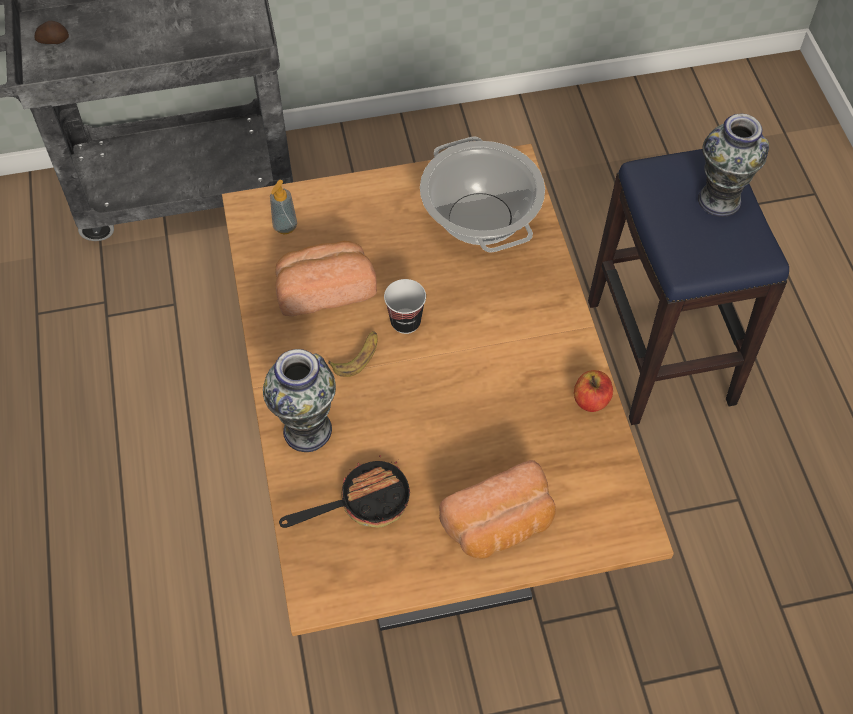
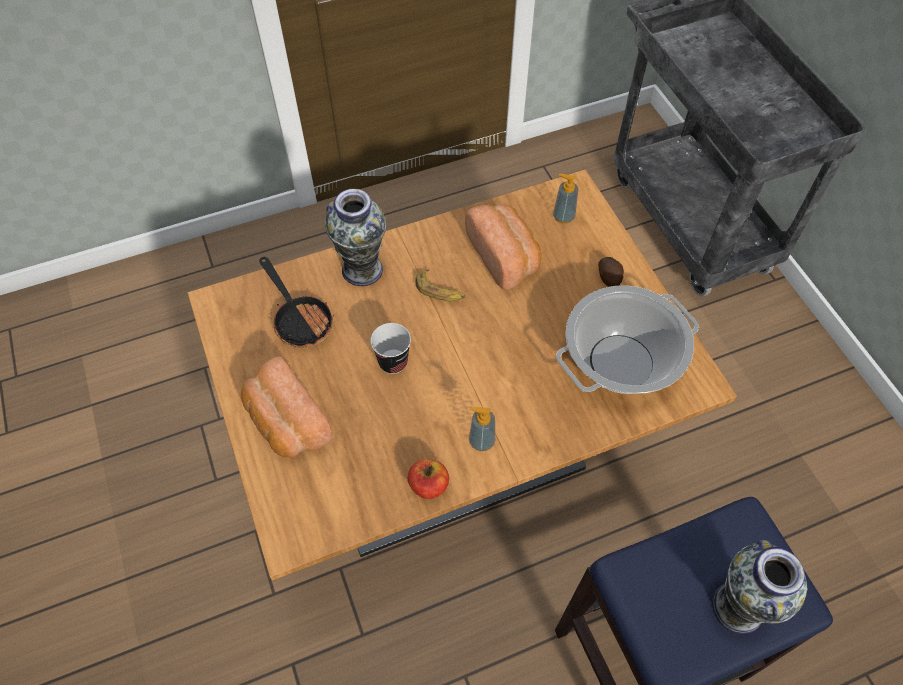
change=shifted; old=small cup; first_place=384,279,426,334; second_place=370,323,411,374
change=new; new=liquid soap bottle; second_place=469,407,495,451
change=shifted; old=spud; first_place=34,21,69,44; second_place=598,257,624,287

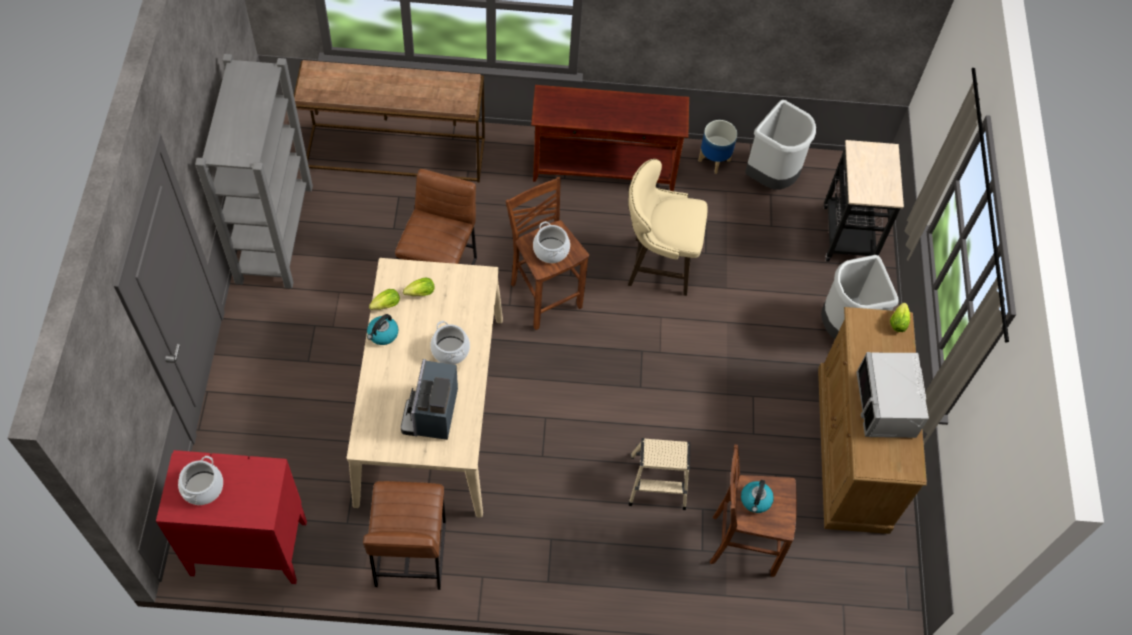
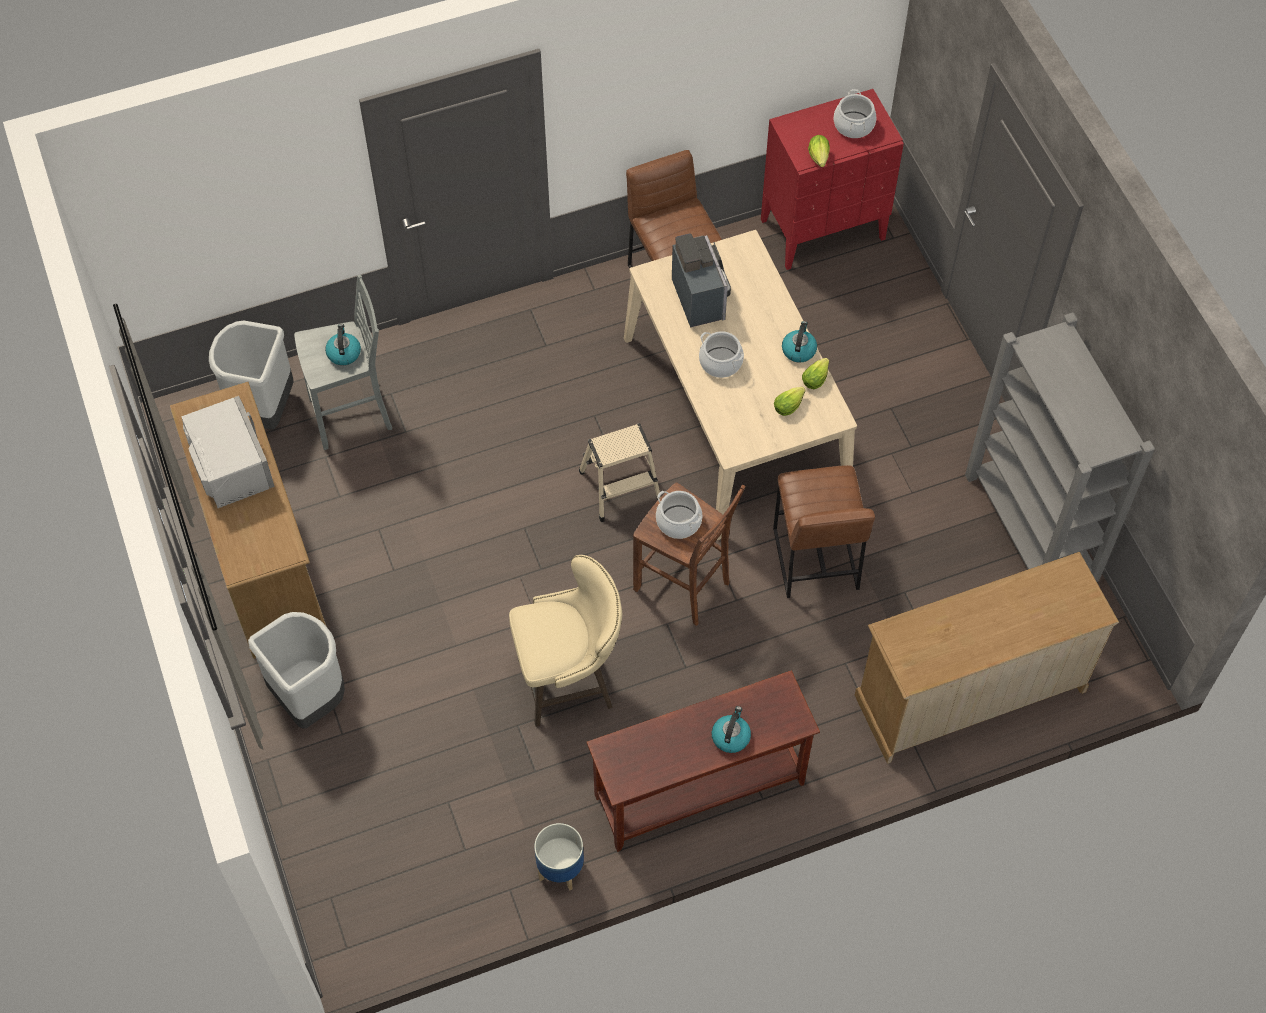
change=shifted; old=rubbish bin (greyish); first_place=745,100,816,190; second_place=209,320,294,430
change=repainted; old=sitting stool (brown-coloured); new=sitting stool (greyish); first_place=710,444,797,577; second_place=294,274,392,450
change=shifted; old=stepladder (beige-coloured); first_place=629,438,690,510; second_place=579,423,661,522
change=new; new=tea kettle; second_place=711,706,751,753
change=shifted; old=lettuce; first_place=890,303,910,332; second_place=808,135,830,167
change=swapped; old=narrow table (brown-coloured); new=storage cabinet (brown-coloured); first_place=294,60,485,182; second_place=855,552,1119,764
change=gone; old=trolley; first_place=824,140,904,262

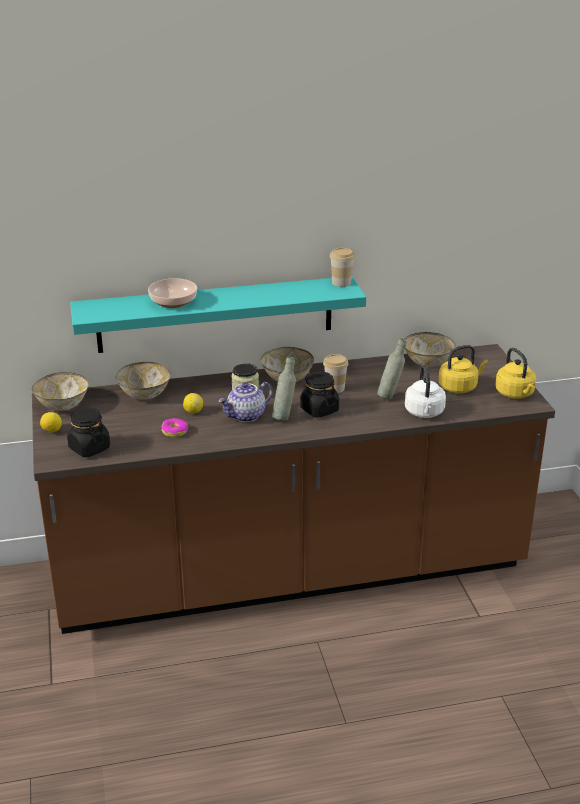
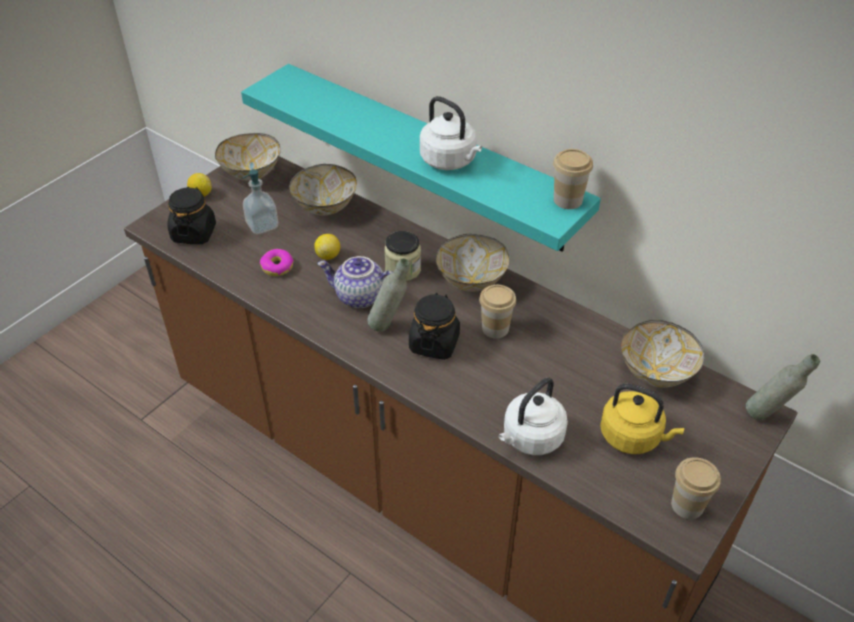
change=new; new=liquid soap bottle; second_place=243,169,278,235
change=new; new=tea kettle (whitish); second_place=420,96,482,170
change=swapped; old=tea kettle (yellowish); new=small cup; first_place=495,348,536,399; second_place=671,457,721,519
change=shifted; old=bottle (greyish); first_place=377,338,407,400; second_place=746,354,820,421
change=gone; old=deep dish; first_place=148,278,197,308

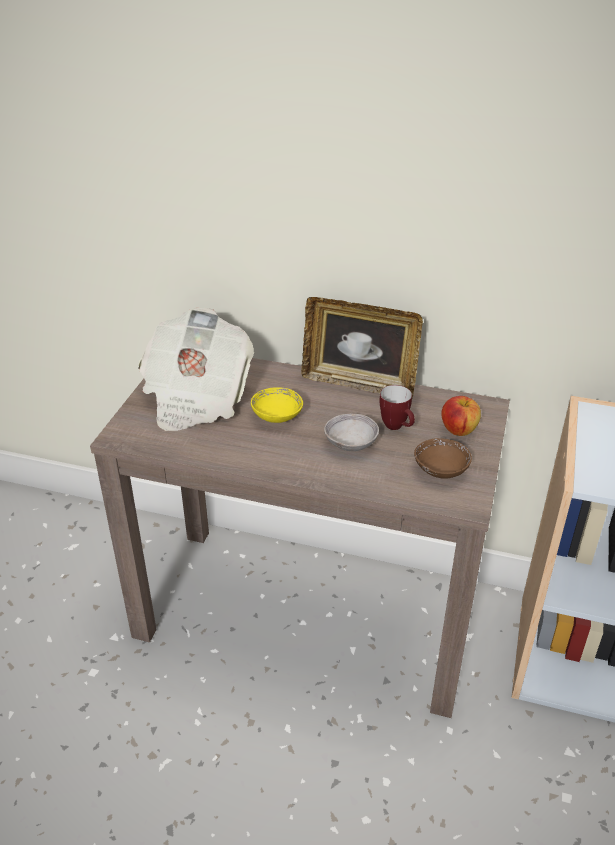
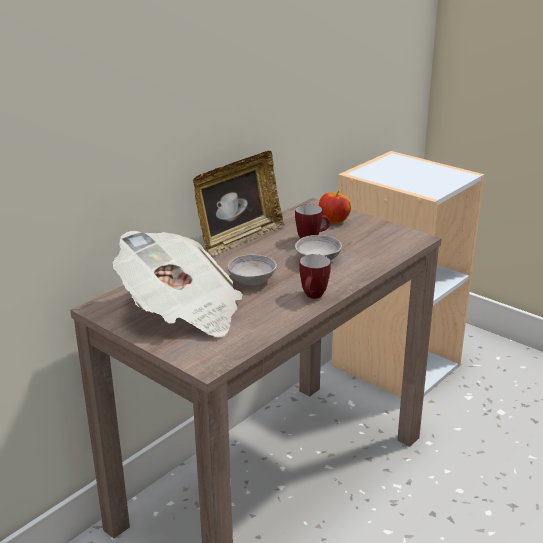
change=repainted; old=deep dish (yellowish); new=deep dish (greyish); first_place=251,387,303,423; second_place=227,255,277,285
change=new; new=coffee mug; second_place=299,254,331,299
change=gone; old=deep dish (brown-coloured); first_place=414,438,472,479

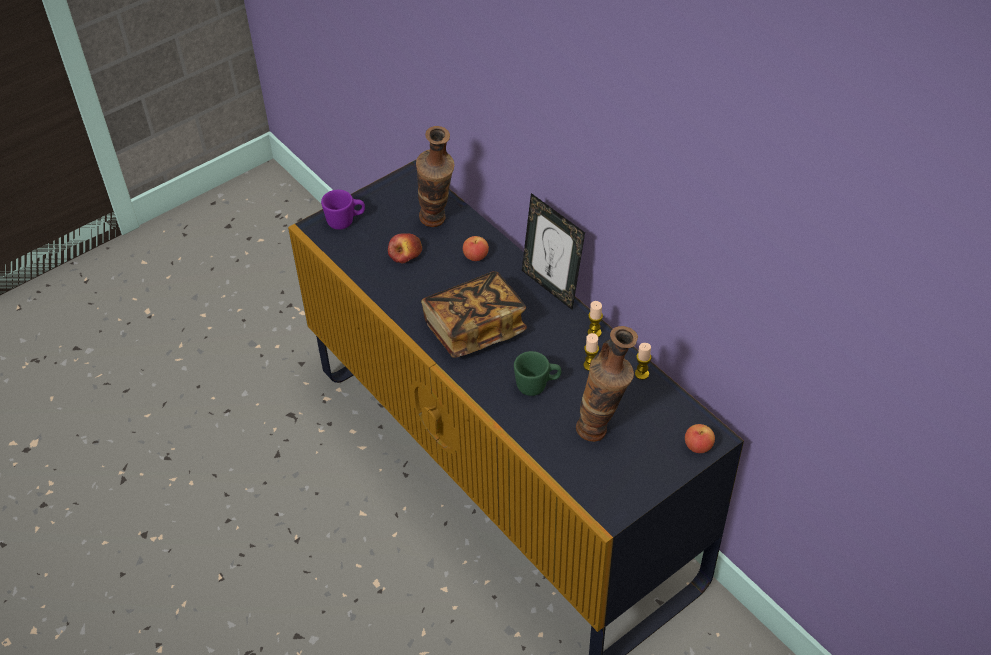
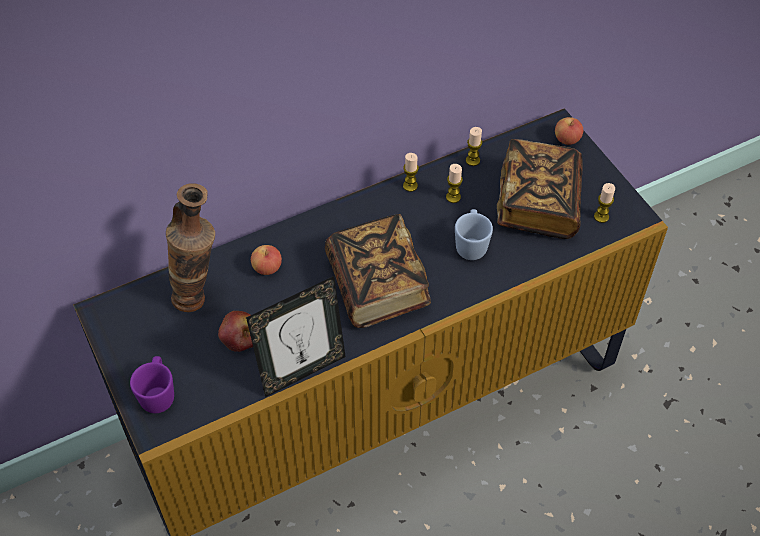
change=shifted; old=standing frame; first_place=522,193,585,310; second_place=246,276,346,397
change=repainted; old=coffee mug (green); new=coffee mug (bluish); first_place=514,351,561,396; second_place=455,209,493,260
change=swapped; old=decorative vase; new=bound book; first_place=576,326,638,442; second_place=497,139,583,239
change=new; new=wax candle; second_place=594,183,615,223

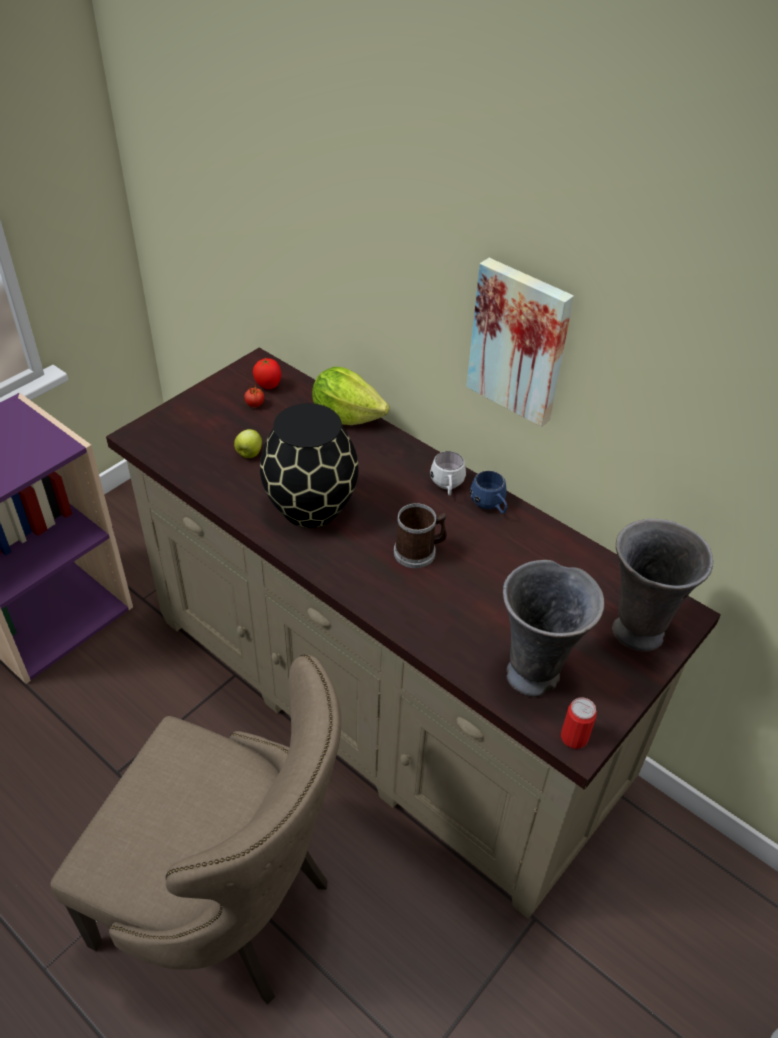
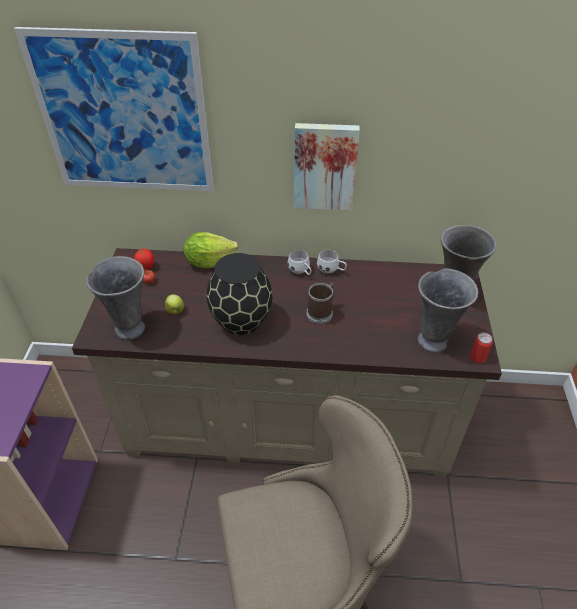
change=new; new=wall picture; second_place=14,27,214,191
change=new; new=decorative vase (greyish); second_place=86,256,145,340
change=repainted; old=coffee mug (bluish); new=coffee mug (whitish); first_place=470,470,507,514; second_place=317,250,347,274

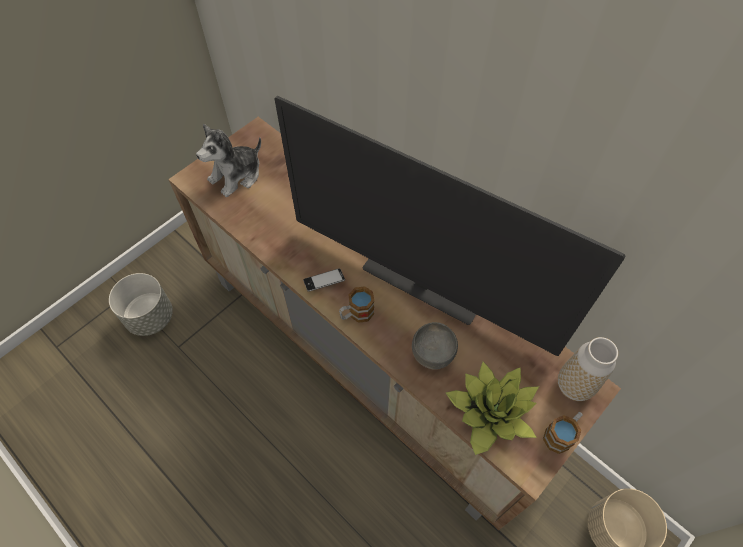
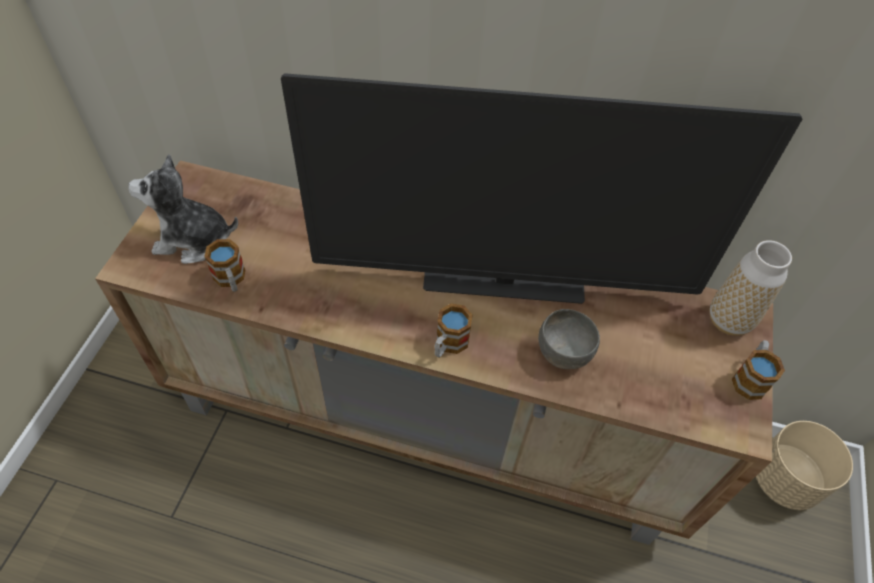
change=rotated; old=cuddly toy; first_place=196,124,261,197; second_place=129,154,238,264; degrees=75
change=new; new=coffee mug; second_place=204,239,245,292
change=gone; old=plant pot (greyish); first_place=109,273,173,336
change=gone; old=phone; first_place=303,268,345,292
change=gone; old=houseplant; first_place=446,362,539,455

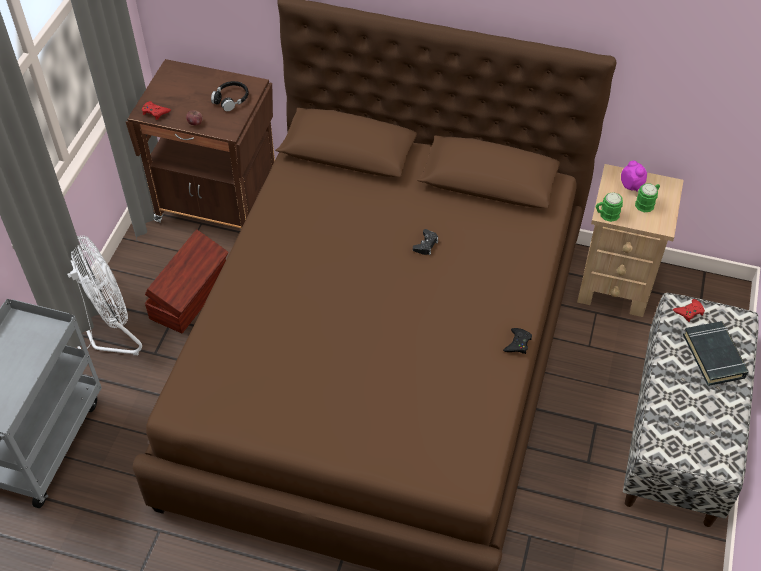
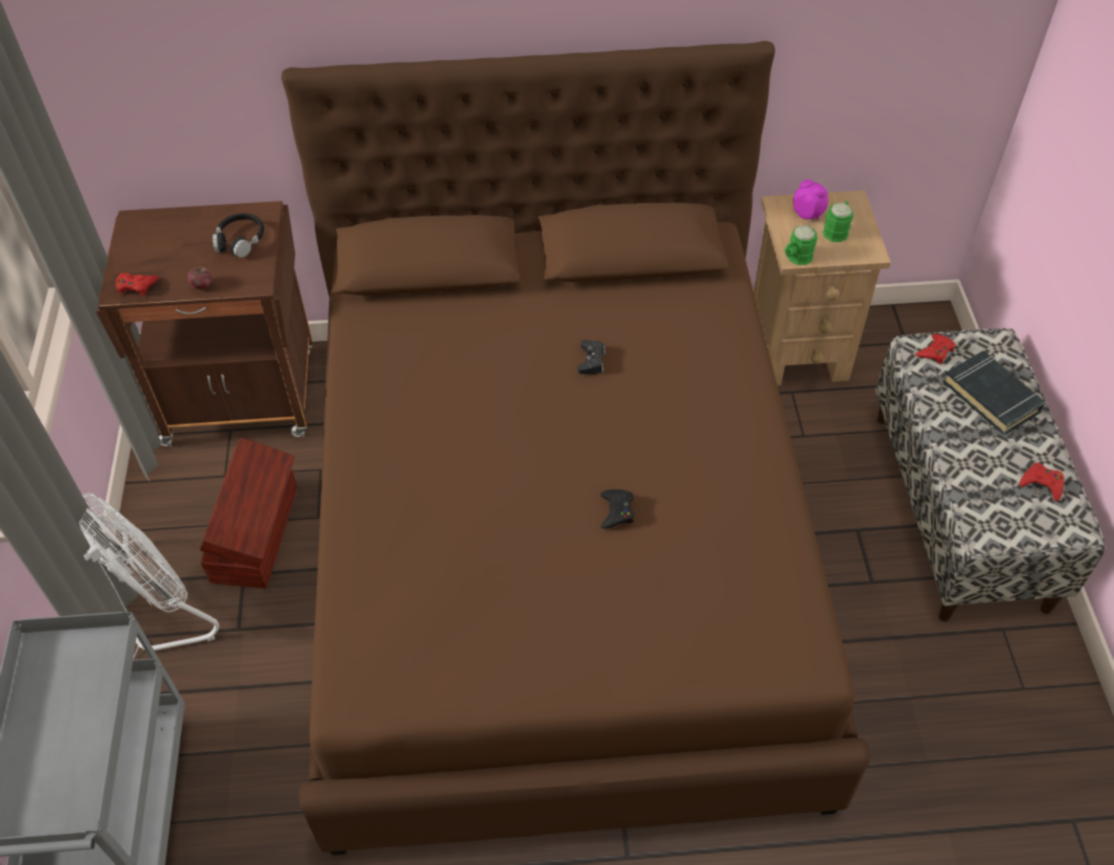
change=shifted; old=joypad (black); first_place=503,328,532,354; second_place=600,489,634,529
change=new; new=joypad (red); second_place=1020,463,1064,502

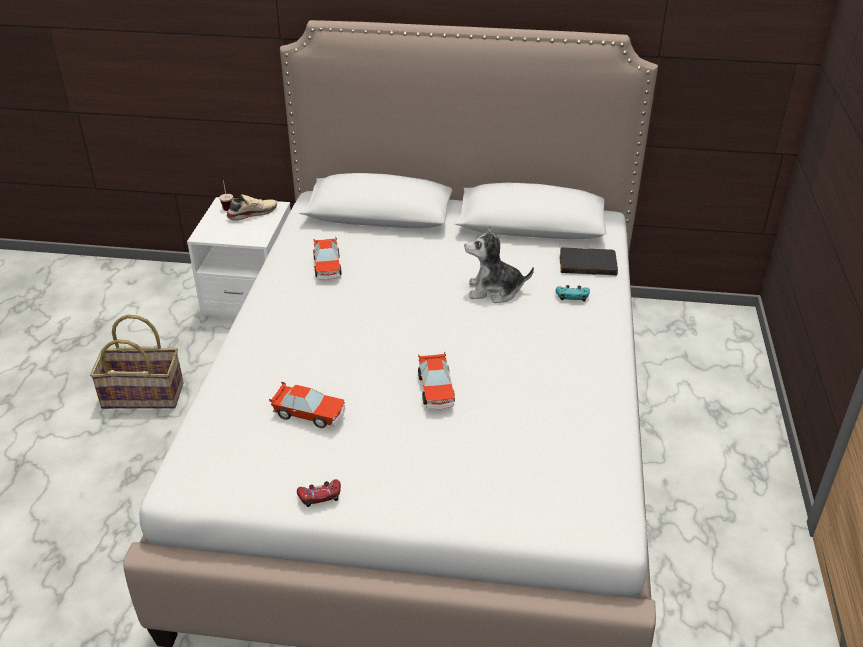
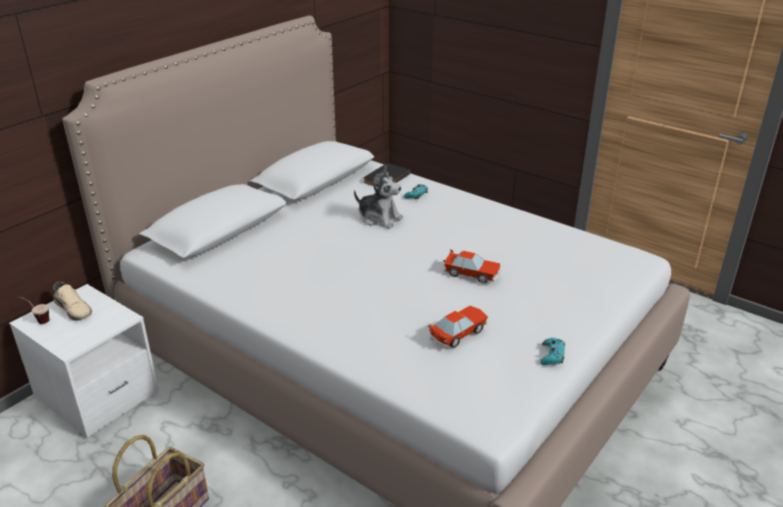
change=rotated; old=low shoe (beige-coloured); first_place=226,194,277,221; second_place=53,282,92,321; degrees=135
change=rotated; old=cuddly toy; first_place=465,225,534,303; second_place=354,166,403,228; degrees=-90
change=repainted; old=joypad (red); new=joypad (blue-green); first_place=297,479,341,507; second_place=540,338,565,365
change=gone; old=miniature car; first_place=313,237,342,280

